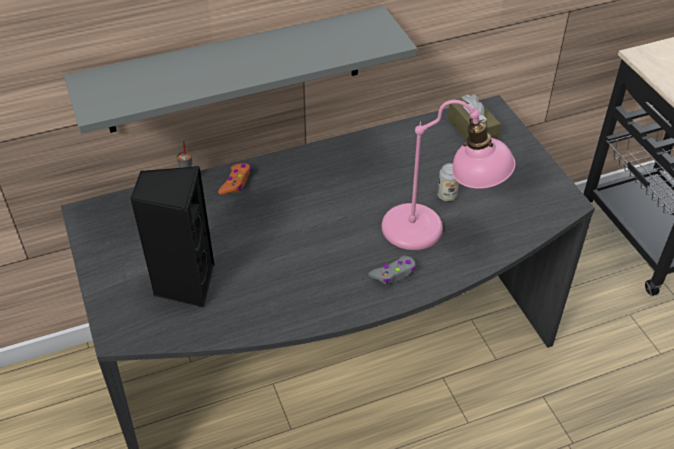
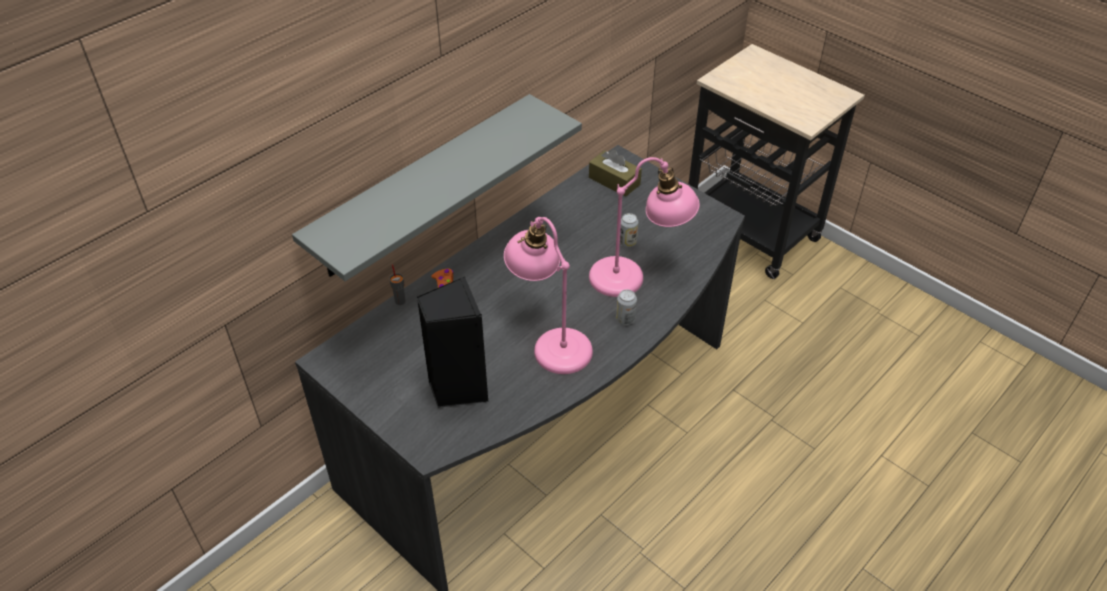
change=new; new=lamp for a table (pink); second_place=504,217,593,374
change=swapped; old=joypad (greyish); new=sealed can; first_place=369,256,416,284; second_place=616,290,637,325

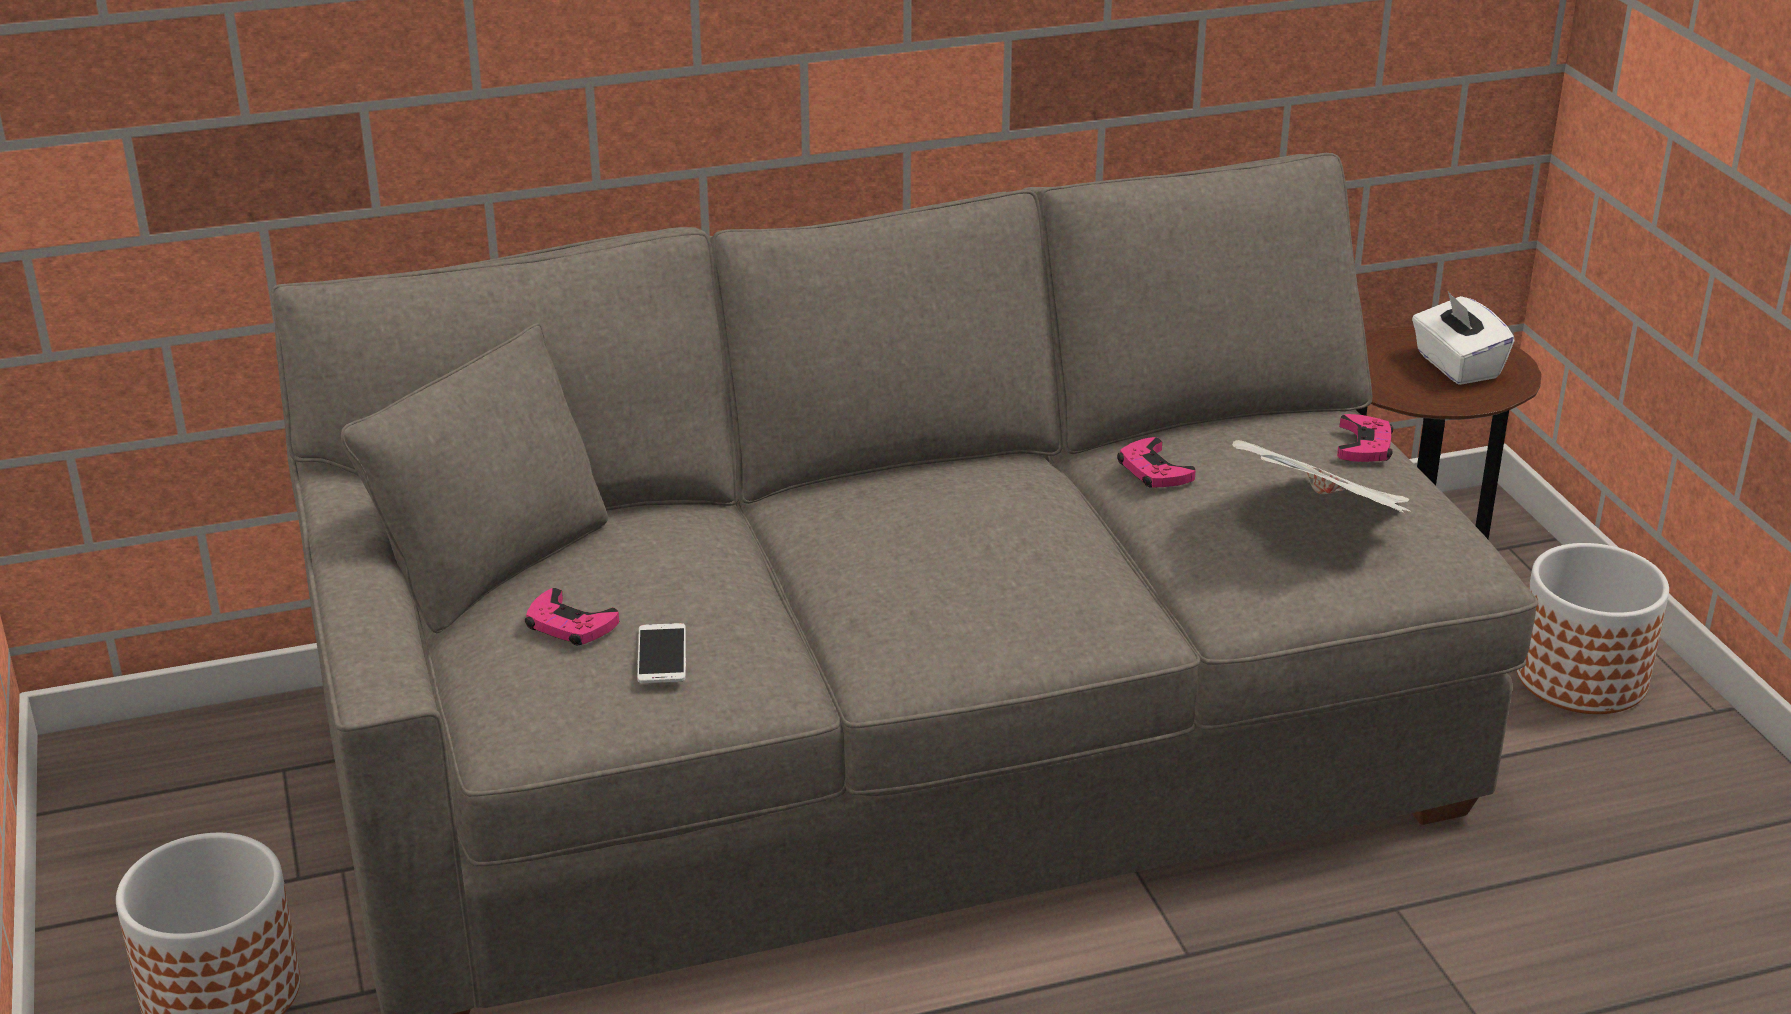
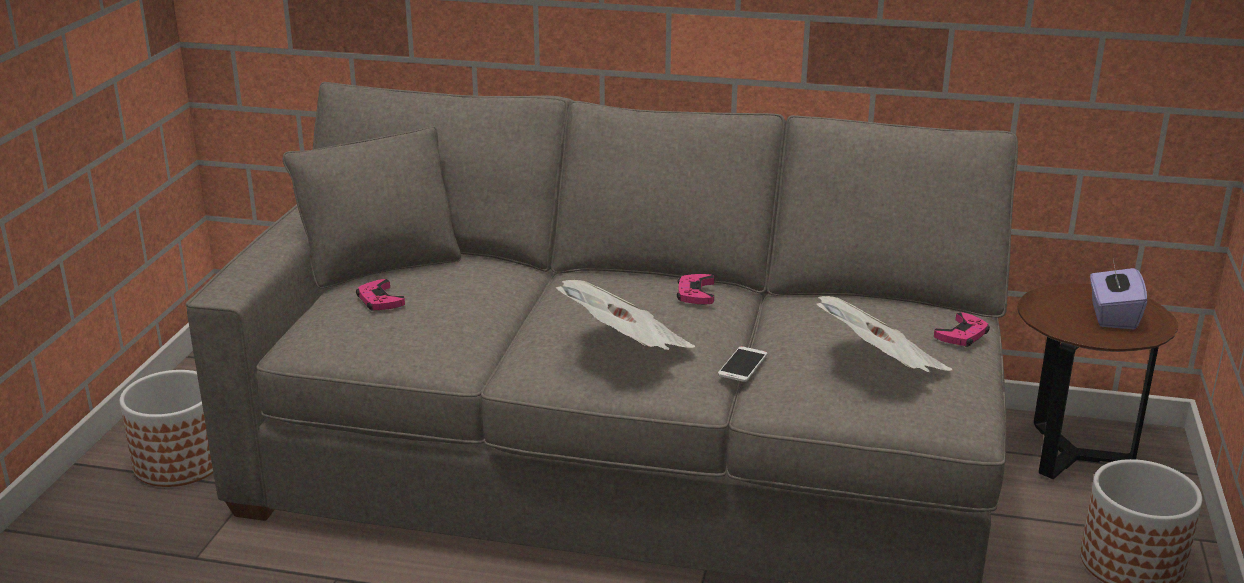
change=new; new=newspaper; second_place=556,280,695,350
change=shifted; old=joypad (pink); first_place=1117,437,1196,487; second_place=677,274,714,304
change=shifted; old=phone; first_place=637,623,686,683; second_place=718,346,767,382
change=repainted; old=tissue holder (whitish); new=tissue holder (purplish); first_place=1412,292,1515,385; second_place=1090,260,1147,329

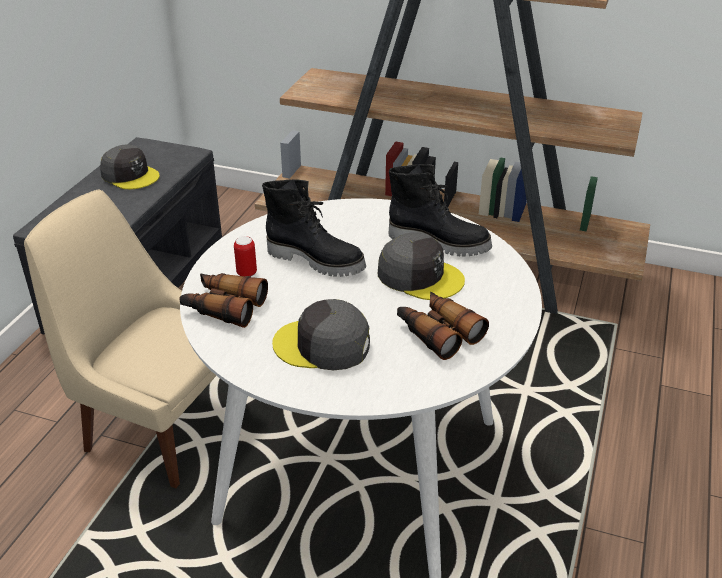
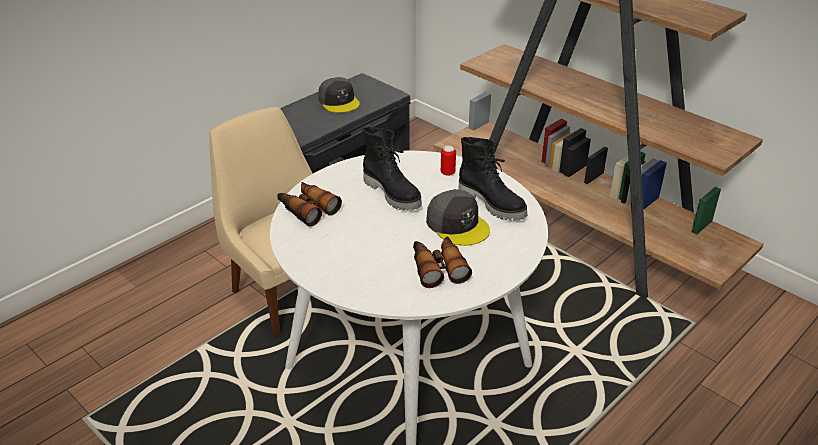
change=shifted; old=sealed can; first_place=234,236,257,277; second_place=441,146,456,176
change=gone; old=peaked cap (greyish); first_place=272,299,370,370

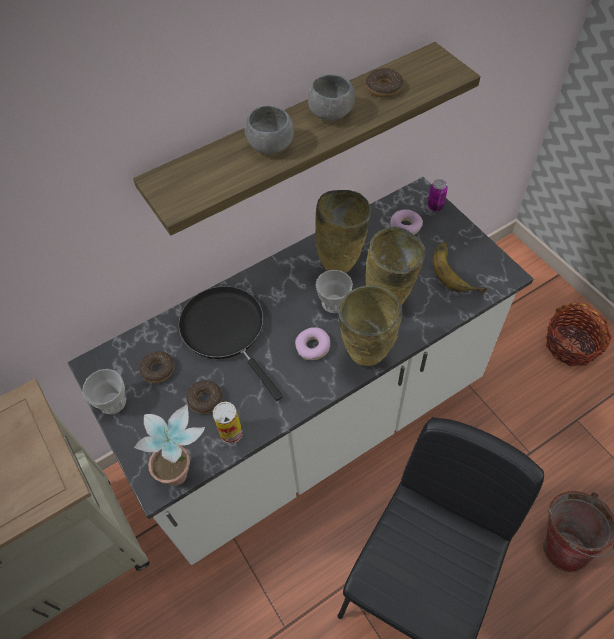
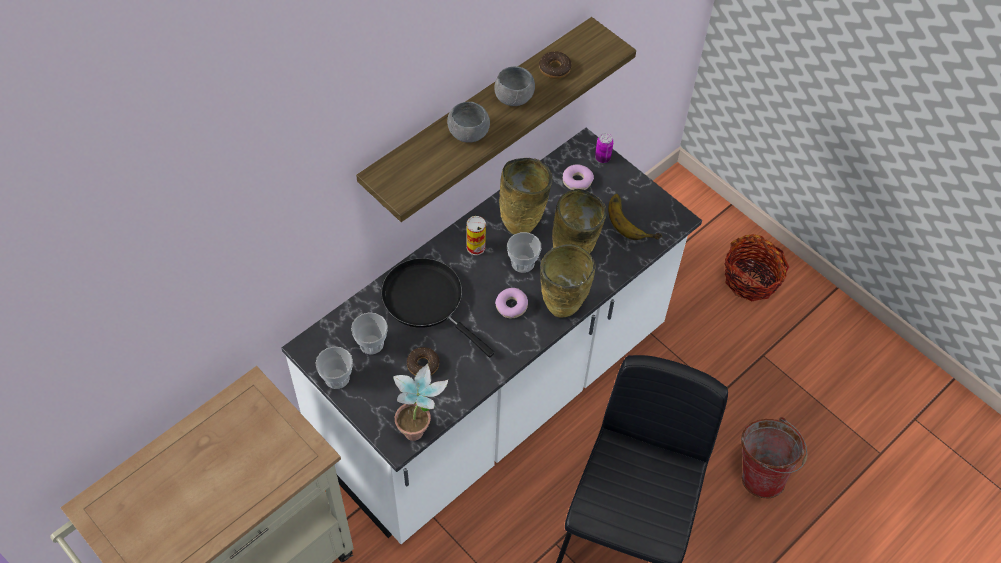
change=swapped; old=ring doughnut; new=small cup; first_place=139,351,174,383; second_place=351,312,388,355
change=shifted; old=sealed can; first_place=213,402,243,444; second_place=467,216,486,255

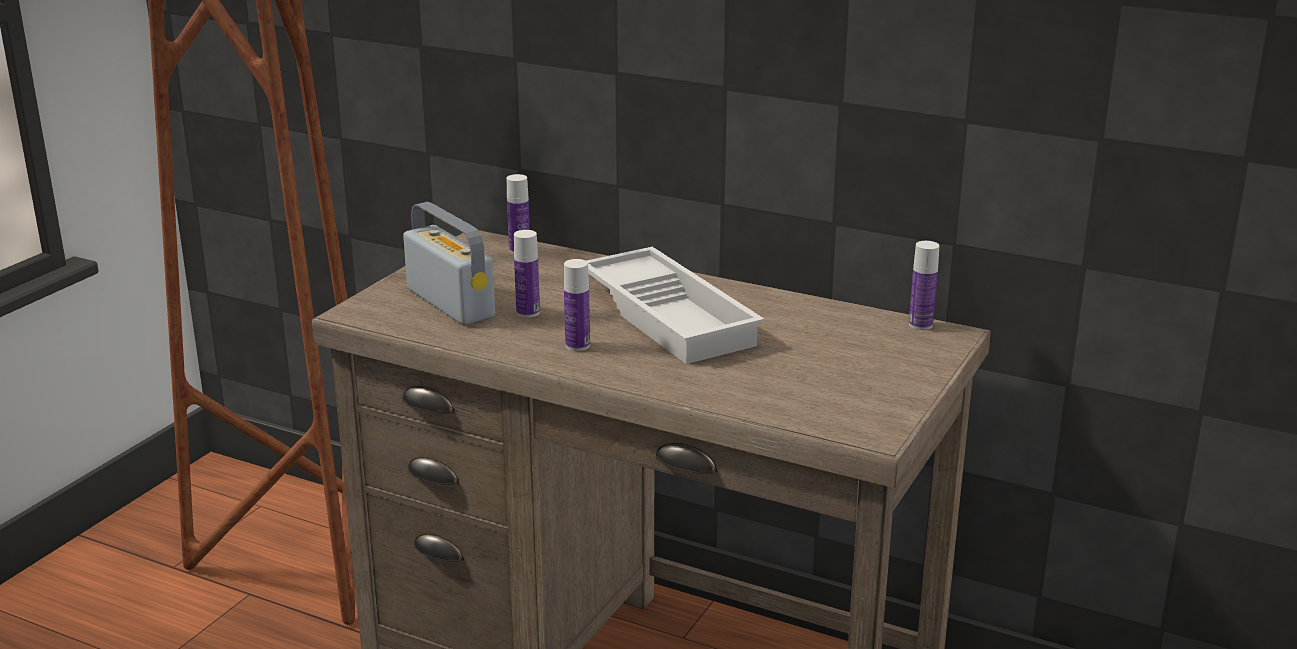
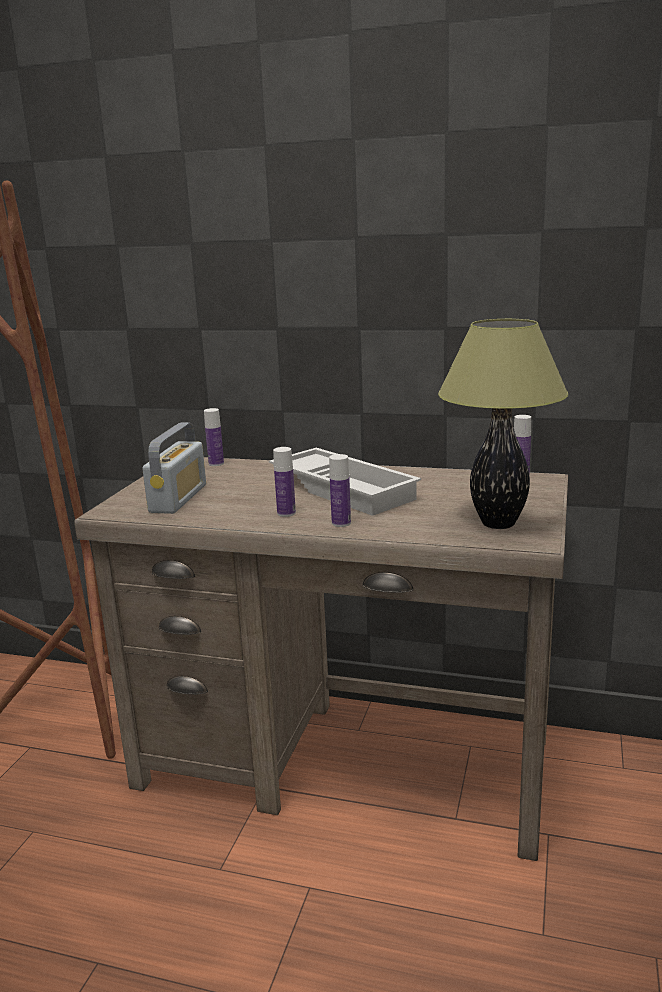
change=rotated; old=radio receiver; first_place=403,202,495,325; second_place=142,423,206,514; degrees=60
change=shifted; old=bottle; first_place=514,230,540,318; second_place=329,454,351,527
change=new; new=lamp for a table; second_place=438,319,569,529

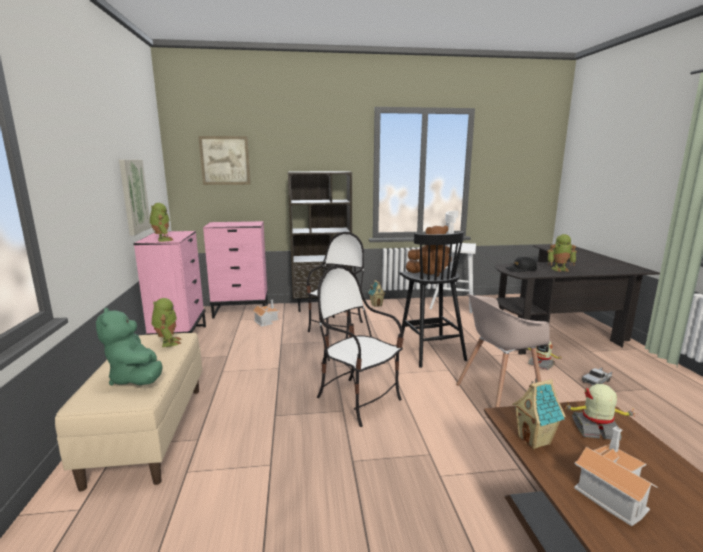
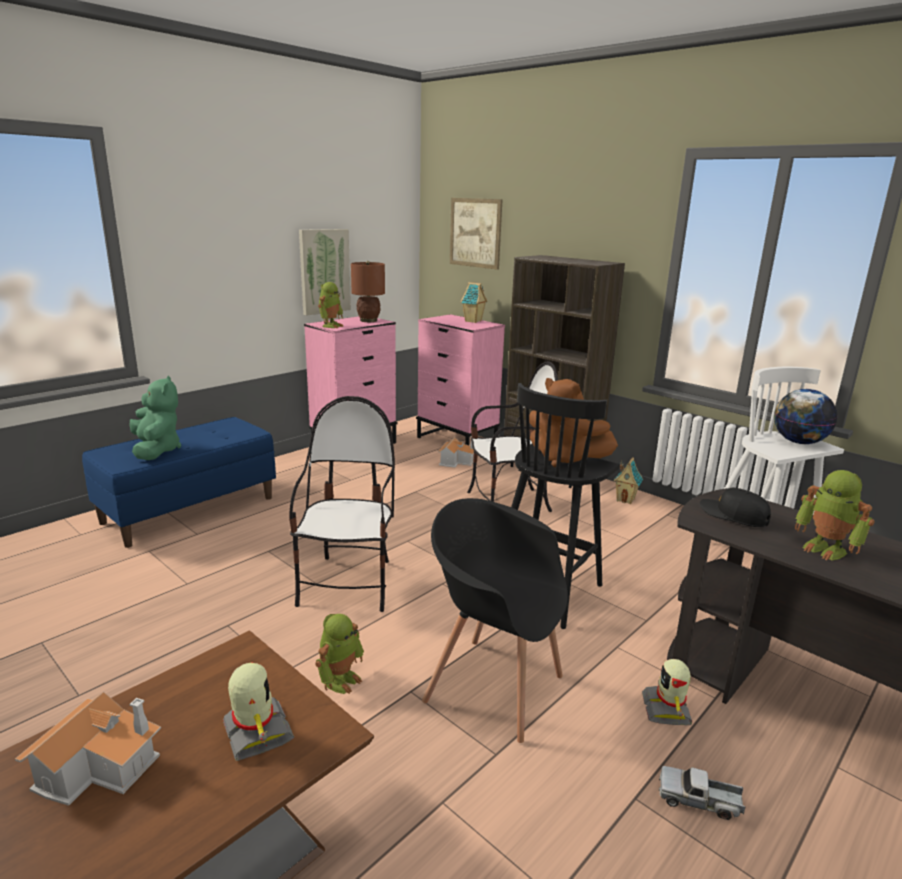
change=repainted; old=indoor bench (beige-coloured); new=indoor bench (bluish); first_place=55,333,202,491; second_place=82,417,276,548
change=rotated; old=cuddly toy (green); first_place=96,308,163,386; second_place=130,376,181,460; degrees=135
change=shifted; old=robot figure; first_place=151,298,181,347; second_place=315,614,364,694
change=new; new=lamp for a table (brown-coloured); second_place=351,261,385,322
change=repainted; old=plain chair (beige-coloured); new=plain chair (black); first_place=456,294,550,407; second_place=422,498,568,743
change=shifted; old=miniature house; first_place=512,379,566,449; second_place=461,282,487,323
change=new; new=globe; second_place=774,389,837,444

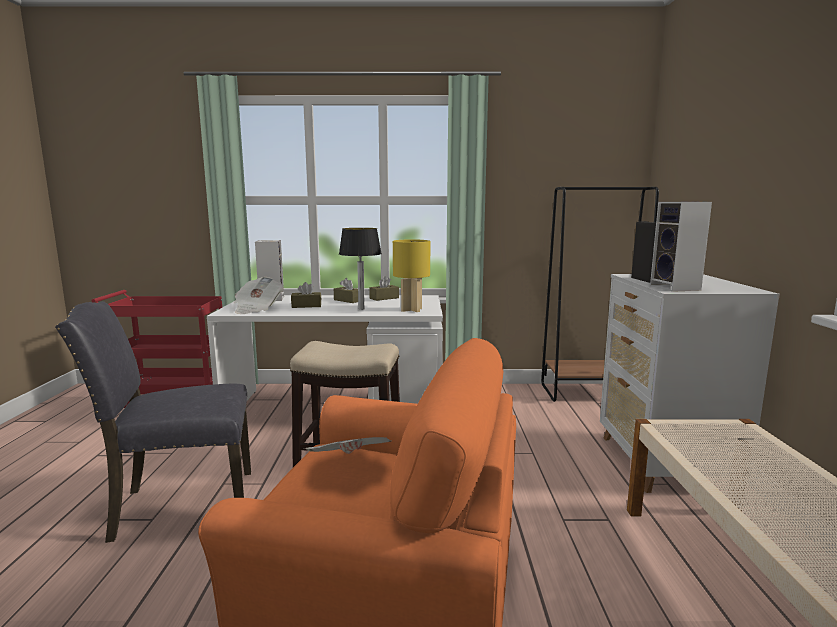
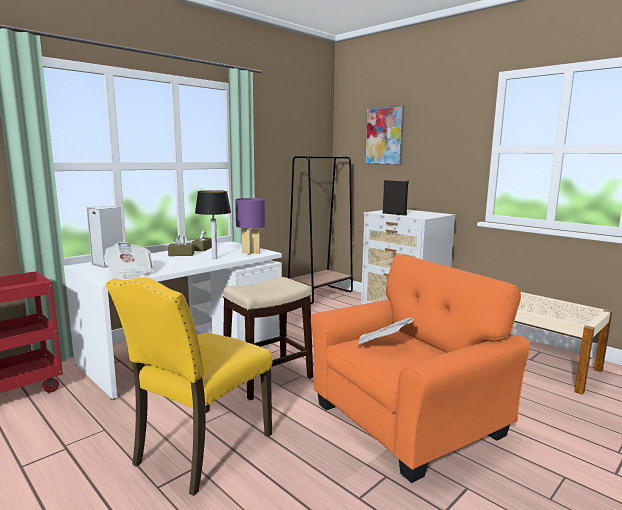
change=repainted; old=plain chair (greyish); new=plain chair (yellowish); first_place=55,301,251,543; second_place=105,277,273,496
change=repainted; old=lamp for a table (yellowish); new=lamp for a table (purplish); first_place=393,239,430,312; second_place=235,198,265,255
change=new; new=wall picture; second_place=365,105,405,165
change=gone; old=tissue holder (brown-coloured); first_place=291,282,321,308
change=gone; old=loudspeaker; first_place=650,202,712,292

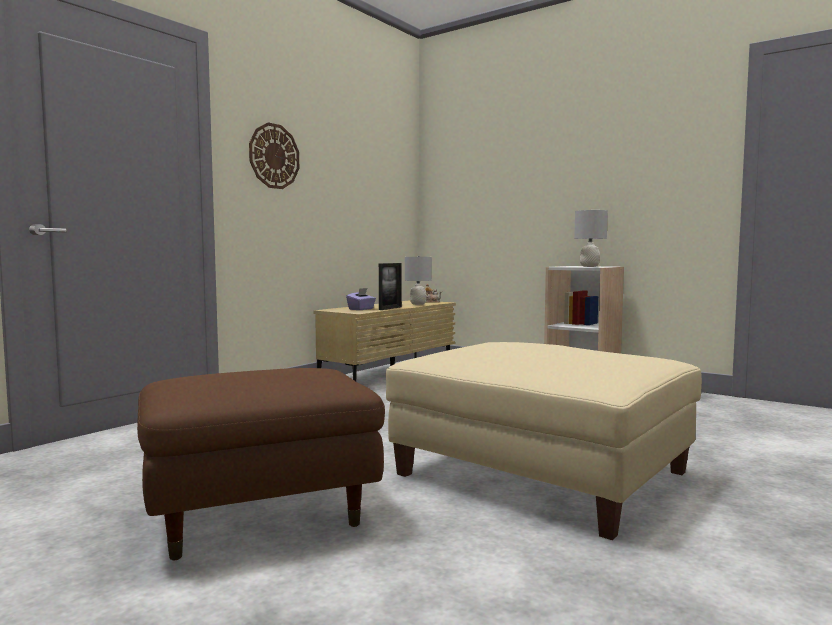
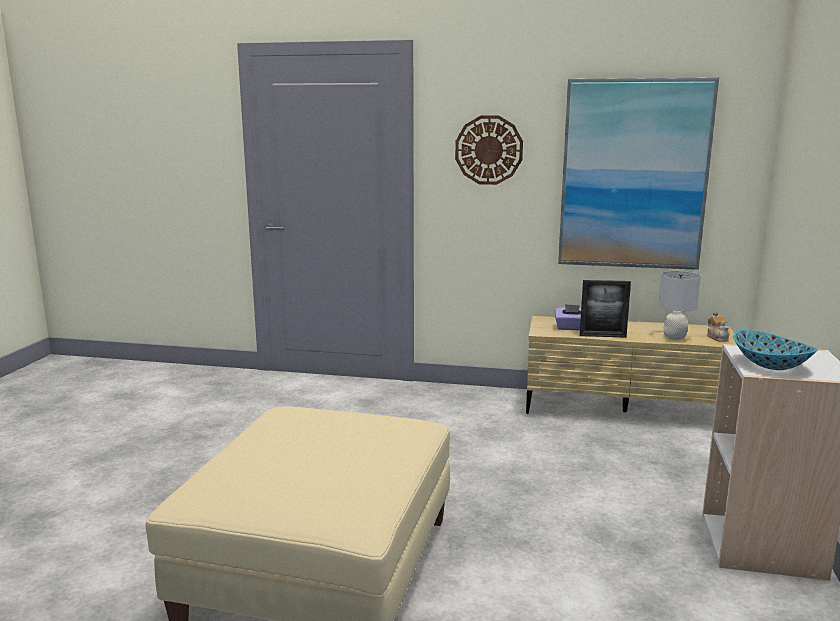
change=new; new=wall picture; second_place=558,78,719,270
change=swapped; old=lamp for a table (greyish); new=deep dish; first_place=574,210,608,267; second_place=733,330,818,370
change=gone; old=ottoman (brown-coloured); first_place=137,368,385,560

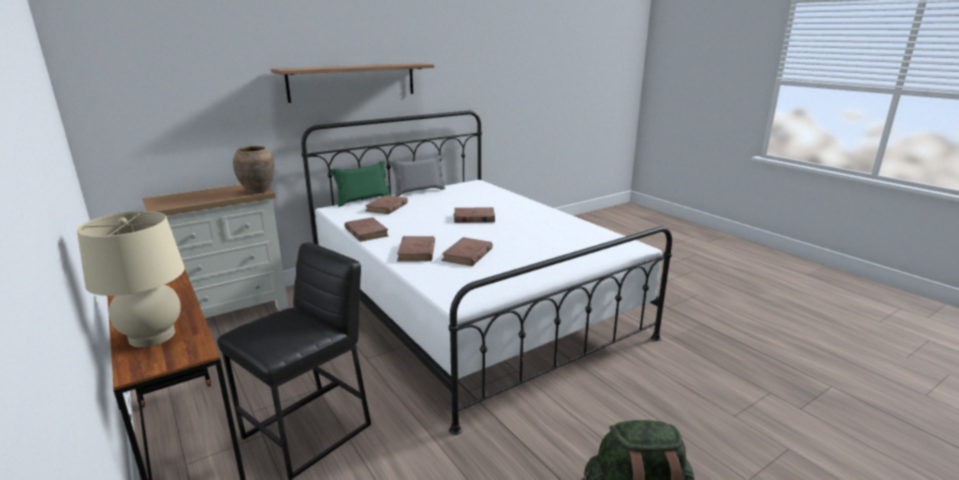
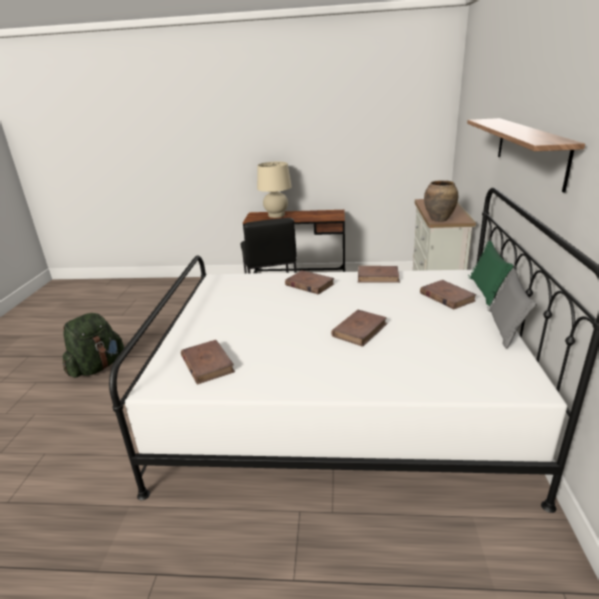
change=shifted; old=bound book (brown-coloured); first_place=441,237,493,266; second_place=181,340,235,384

